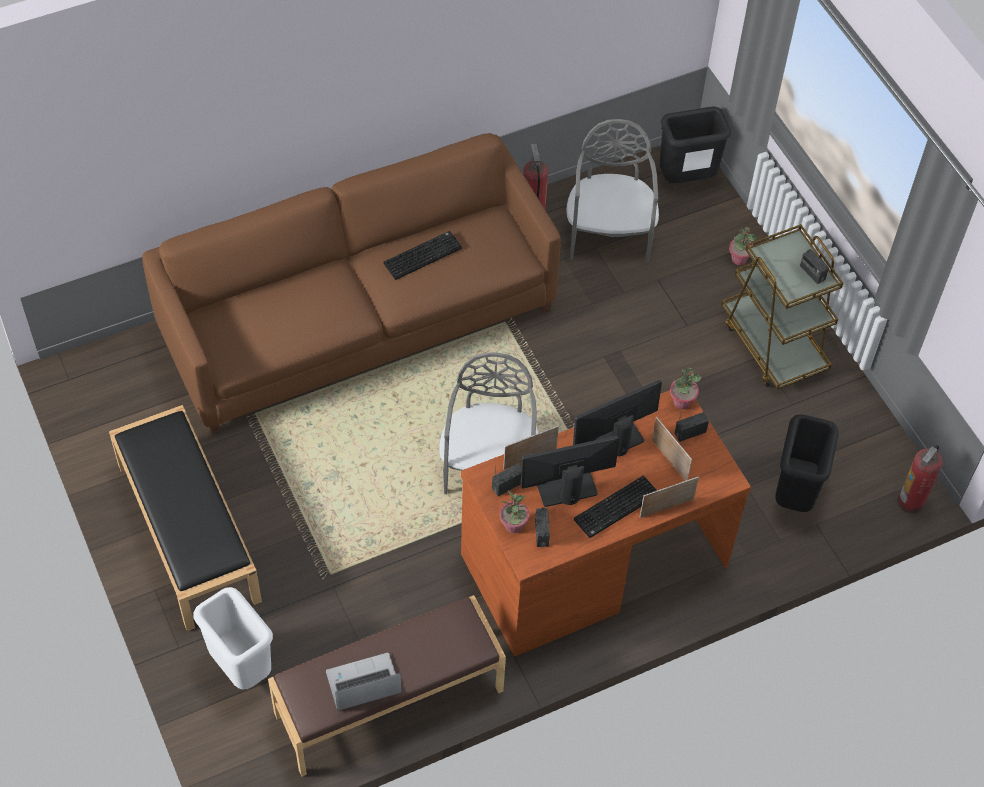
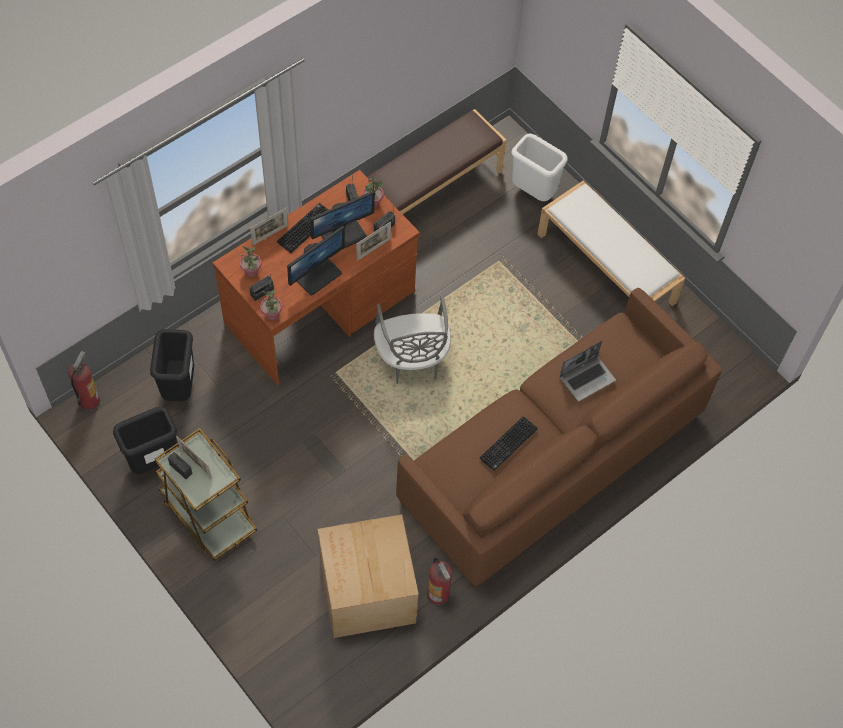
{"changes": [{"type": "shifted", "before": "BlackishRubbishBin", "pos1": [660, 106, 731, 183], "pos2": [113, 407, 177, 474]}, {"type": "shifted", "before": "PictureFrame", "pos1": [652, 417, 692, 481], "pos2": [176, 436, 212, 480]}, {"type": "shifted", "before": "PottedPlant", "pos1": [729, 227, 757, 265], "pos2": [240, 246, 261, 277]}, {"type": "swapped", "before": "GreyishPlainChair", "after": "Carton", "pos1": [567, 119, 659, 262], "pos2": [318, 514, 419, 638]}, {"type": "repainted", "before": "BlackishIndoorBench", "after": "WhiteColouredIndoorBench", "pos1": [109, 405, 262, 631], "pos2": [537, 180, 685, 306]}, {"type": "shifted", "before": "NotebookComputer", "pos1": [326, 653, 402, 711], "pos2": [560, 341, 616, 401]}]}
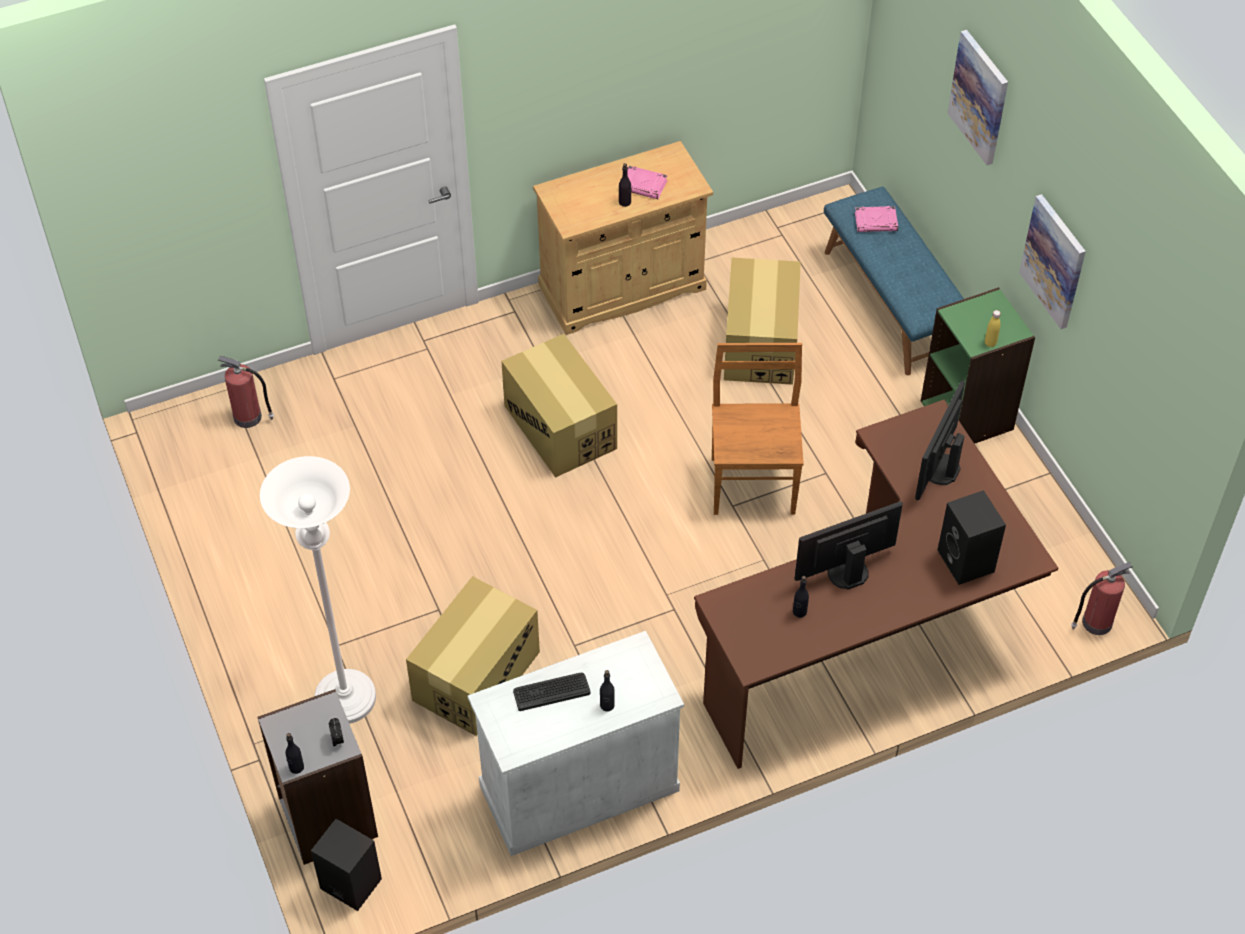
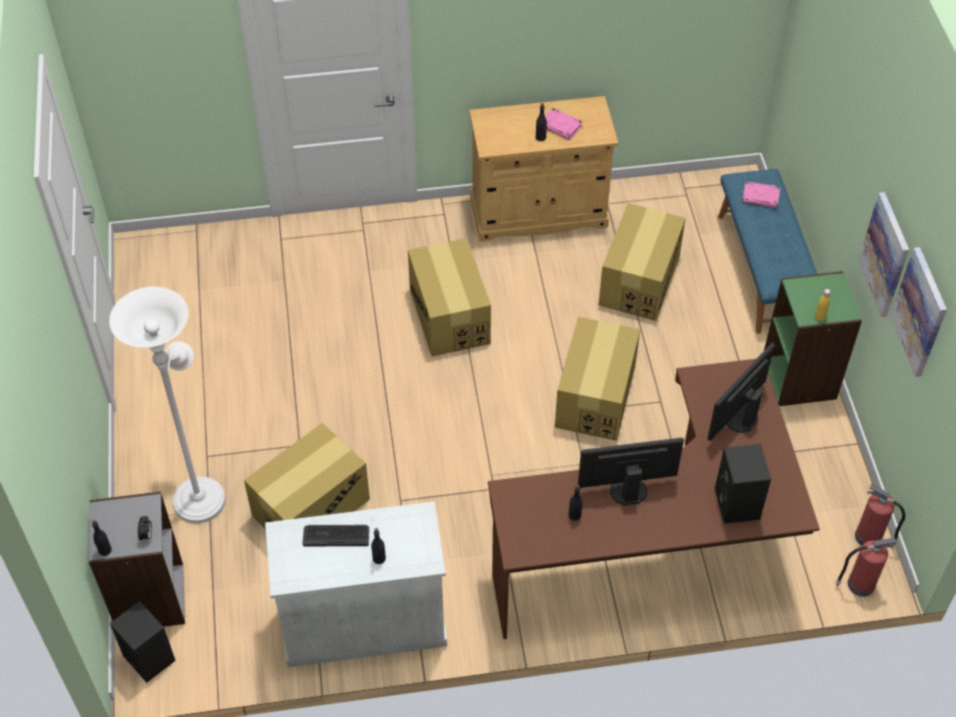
{"changes": [{"type": "swapped", "before": "BrownishPlainChair", "after": "Carton", "pos1": [712, 343, 804, 515], "pos2": [555, 317, 640, 441]}, {"type": "shifted", "before": "FireFightingCylinder", "pos1": [218, 356, 274, 428], "pos2": [855, 484, 905, 546]}, {"type": "shifted", "before": "WallPicture", "pos1": [947, 30, 1008, 165], "pos2": [890, 247, 947, 377]}]}
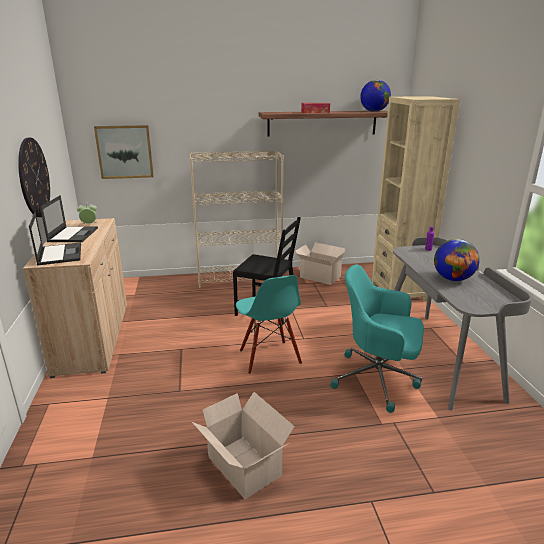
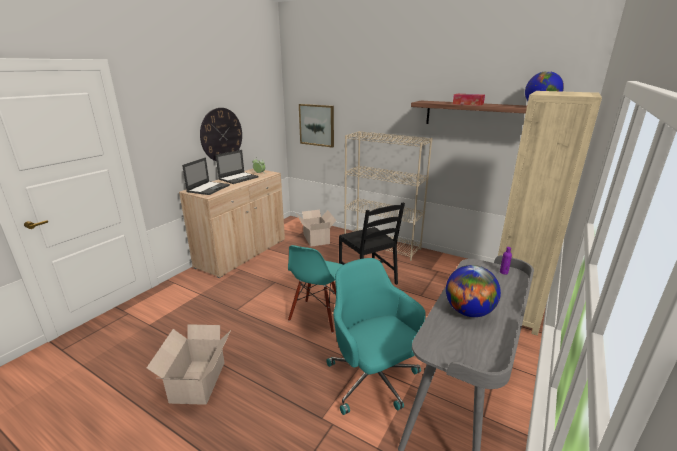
{"changes": [{"type": "shifted", "before": "Carton", "pos1": [296, 242, 346, 285], "pos2": [297, 210, 337, 247]}]}
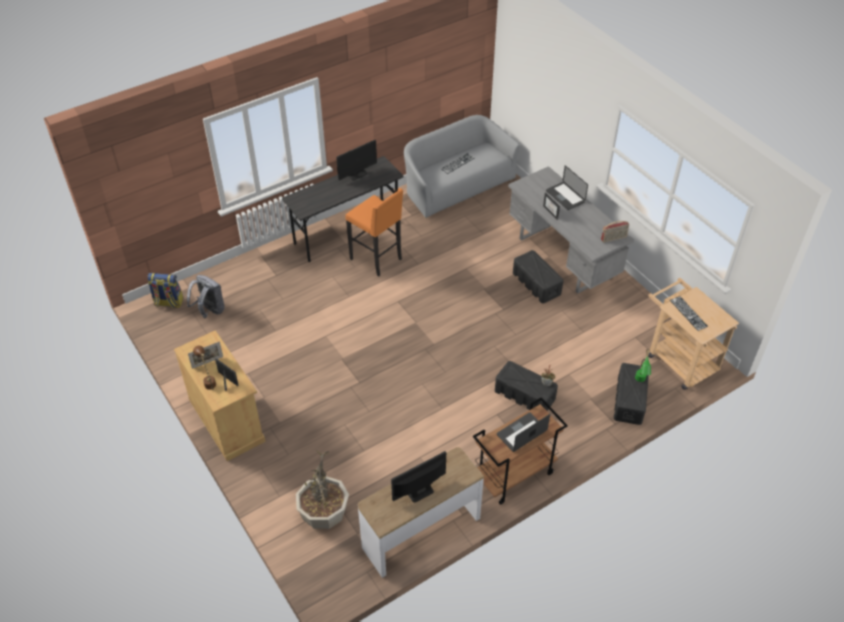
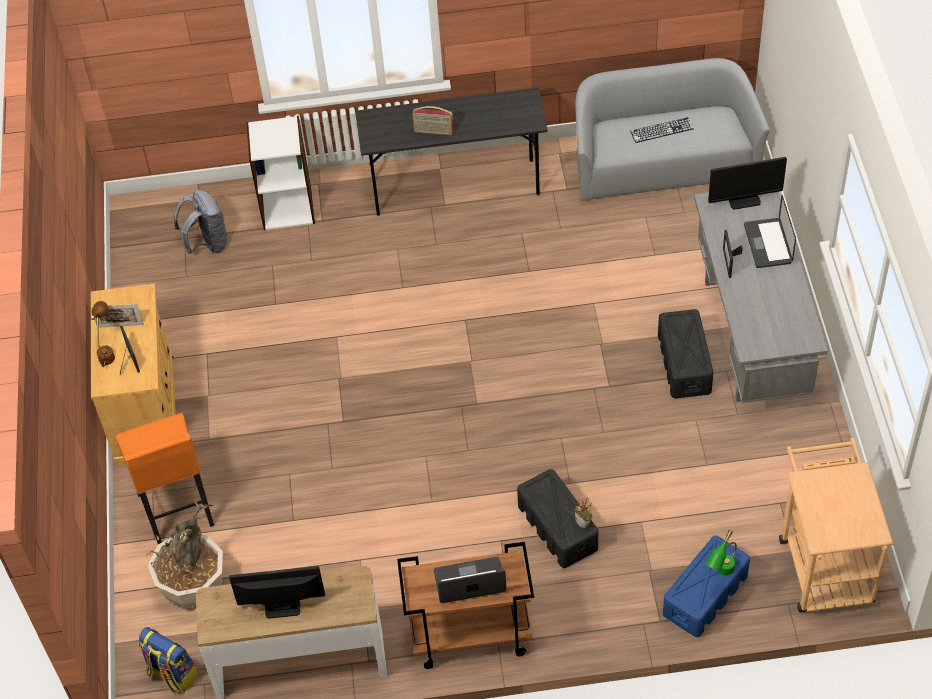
{"changes": [{"type": "shifted", "before": "OrangeSittingStool", "pos1": [345, 188, 403, 277], "pos2": [115, 413, 214, 544]}, {"type": "shifted", "before": "Rucksack", "pos1": [148, 273, 183, 309], "pos2": [138, 627, 198, 693]}, {"type": "new", "after": "WhiteColouredShelvingUnit", "pos2": [246, 116, 315, 230]}, {"type": "shifted", "before": "Radio", "pos1": [601, 221, 629, 243], "pos2": [412, 106, 454, 135]}, {"type": "repainted", "before": "BlackishStorageContainer", "after": "BlueColouredStorageContainer", "pos1": [614, 363, 649, 425], "pos2": [663, 536, 750, 637]}, {"type": "shifted", "before": "Monitor", "pos1": [336, 140, 377, 180], "pos2": [708, 157, 787, 210]}, {"type": "gone", "before": "ComputerKeyboard", "pos1": [670, 296, 708, 331]}]}
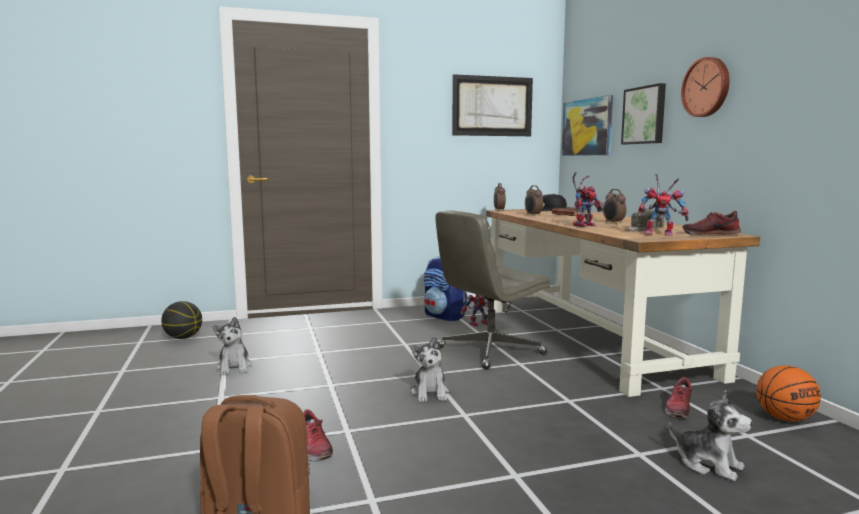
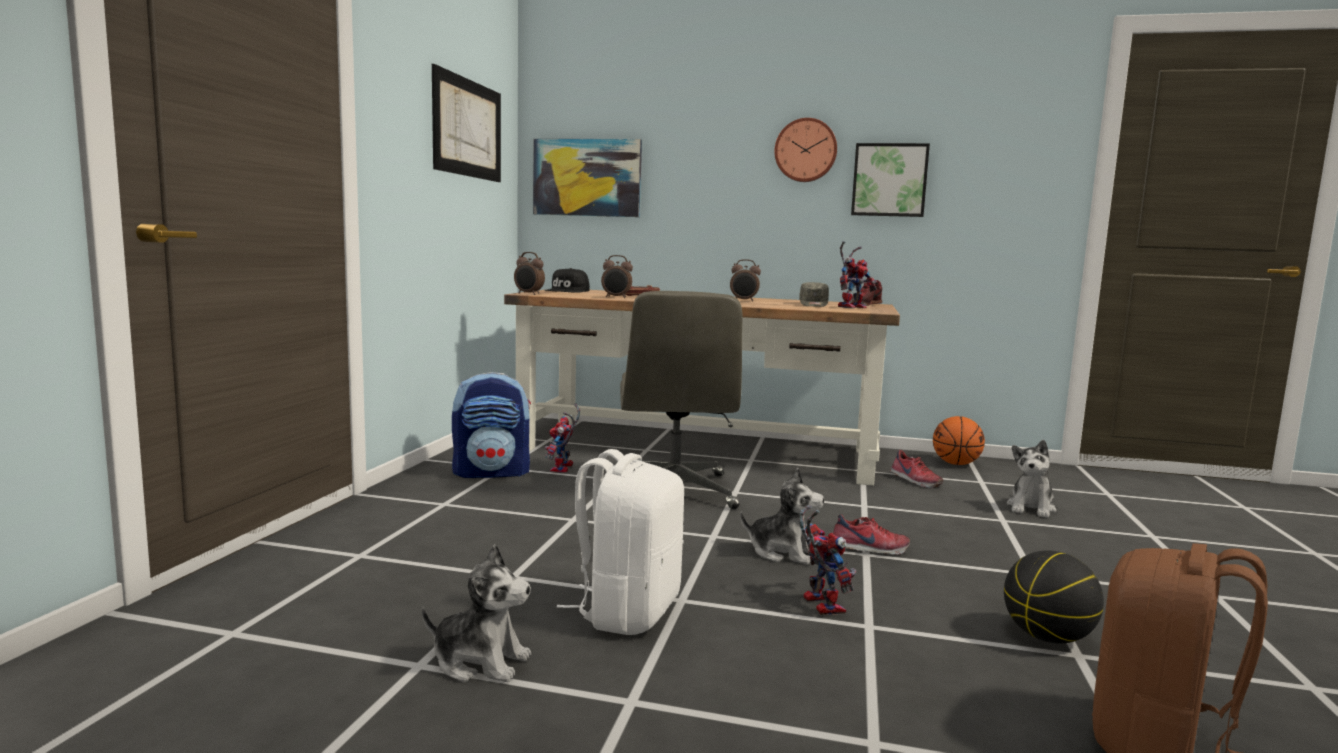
{"changes": [{"type": "new", "after": "WhiteColouredRucksack", "pos2": [557, 449, 684, 635]}, {"type": "shifted", "before": "ToyRobot", "pos1": [573, 172, 603, 227], "pos2": [799, 505, 856, 615]}, {"type": "shifted", "before": "LowShoe", "pos1": [303, 409, 333, 462], "pos2": [833, 514, 910, 555]}, {"type": "shifted", "before": "WallPicture", "pos1": [621, 83, 666, 144], "pos2": [851, 143, 930, 217]}, {"type": "shifted", "before": "BasketballBall", "pos1": [161, 301, 202, 339], "pos2": [1004, 550, 1104, 644]}, {"type": "rotated", "before": "PlushToy", "pos1": [669, 390, 752, 481], "pos2": [1007, 440, 1057, 518], "turn": 135}]}
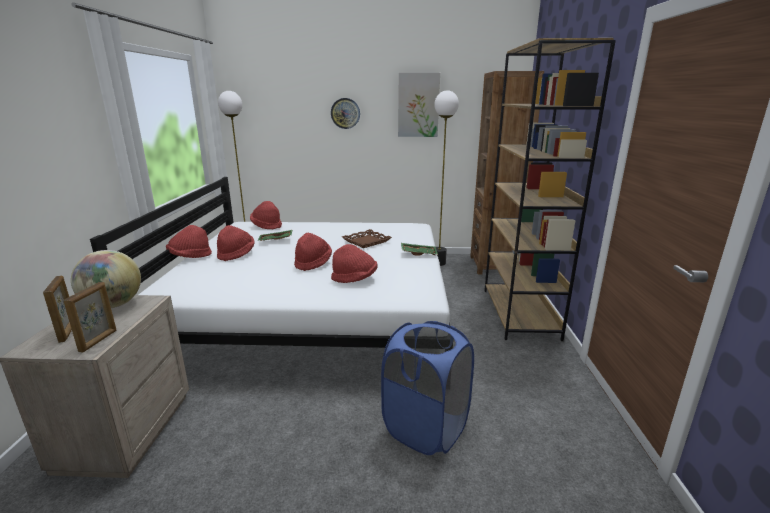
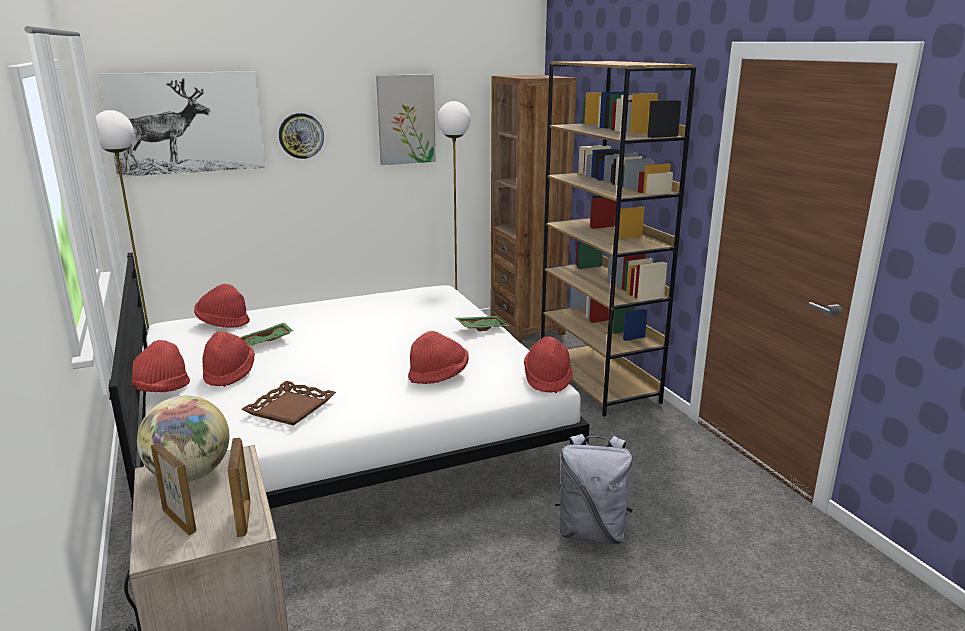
{"changes": [{"type": "new", "after": "WallPicture", "pos2": [99, 71, 266, 177]}, {"type": "shifted", "before": "BrownishTray", "pos1": [342, 229, 392, 248], "pos2": [241, 381, 336, 425]}, {"type": "shifted", "before": "RedClothingHat", "pos1": [294, 233, 332, 271], "pos2": [524, 336, 573, 393]}, {"type": "swapped", "before": "BlueColouredLaundryBasket", "after": "GreyishRucksack", "pos1": [381, 321, 474, 455], "pos2": [555, 434, 633, 544]}]}
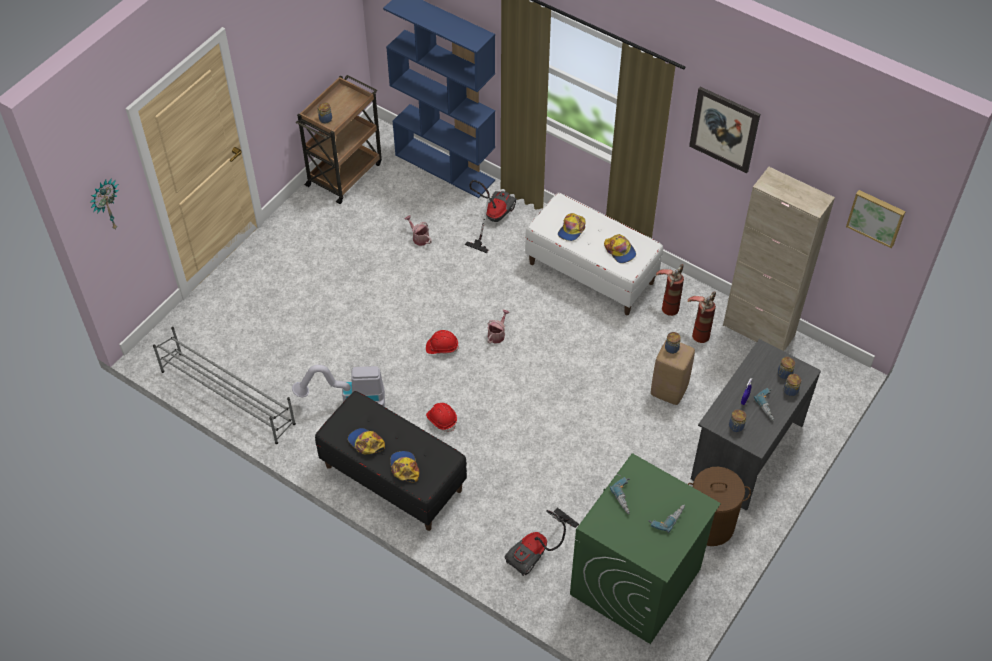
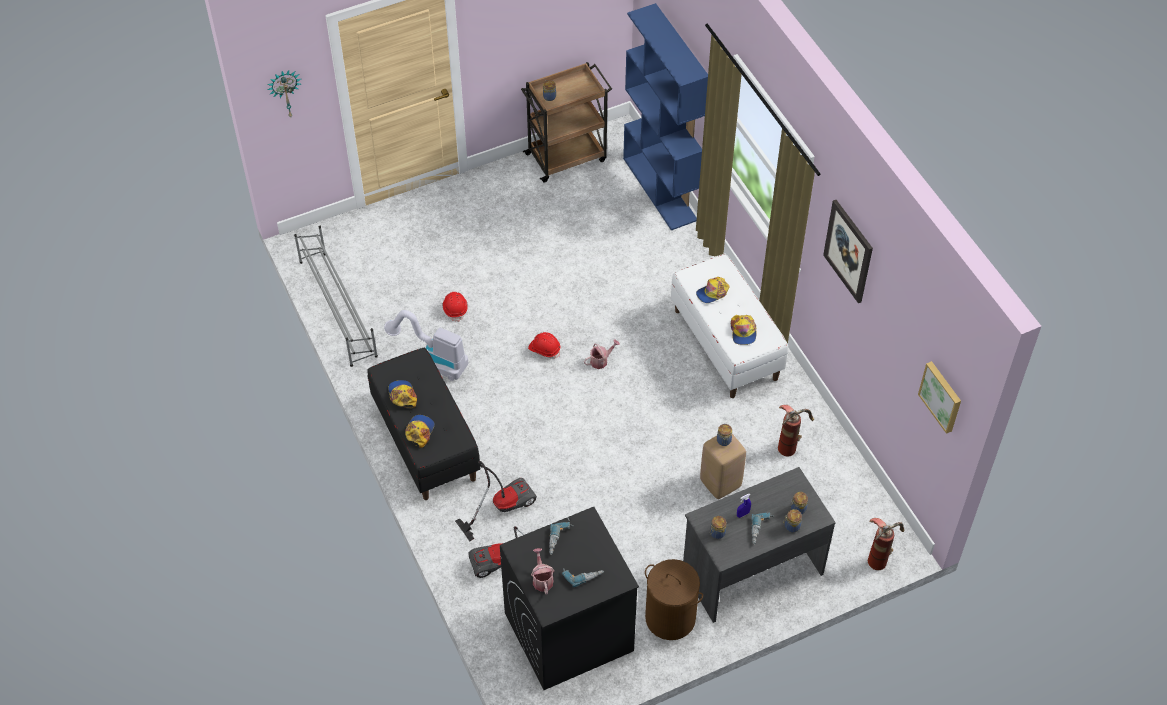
{"changes": [{"type": "shifted", "before": "RedSafetyHelmet", "pos1": [426, 403, 457, 432], "pos2": [443, 292, 468, 322]}, {"type": "shifted", "before": "VacuumCleaner", "pos1": [465, 180, 517, 253], "pos2": [455, 461, 537, 541]}, {"type": "repainted", "before": "GreenishLaundryAppliance", "after": "BlackishLaundryAppliance", "pos1": [570, 453, 721, 644], "pos2": [500, 507, 639, 690]}, {"type": "shifted", "before": "SprinklingCan", "pos1": [405, 215, 432, 246], "pos2": [531, 548, 554, 595]}, {"type": "shifted", "before": "FireFightingCylinder", "pos1": [656, 264, 684, 316], "pos2": [868, 518, 904, 570]}, {"type": "gone", "before": "BeigeColouredCupboard", "pos1": [723, 167, 835, 351]}]}
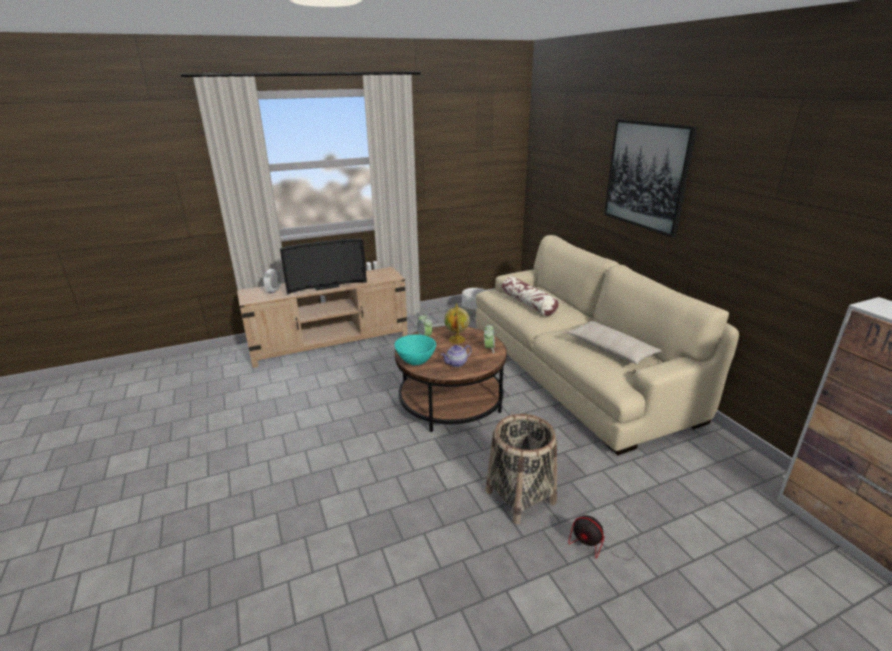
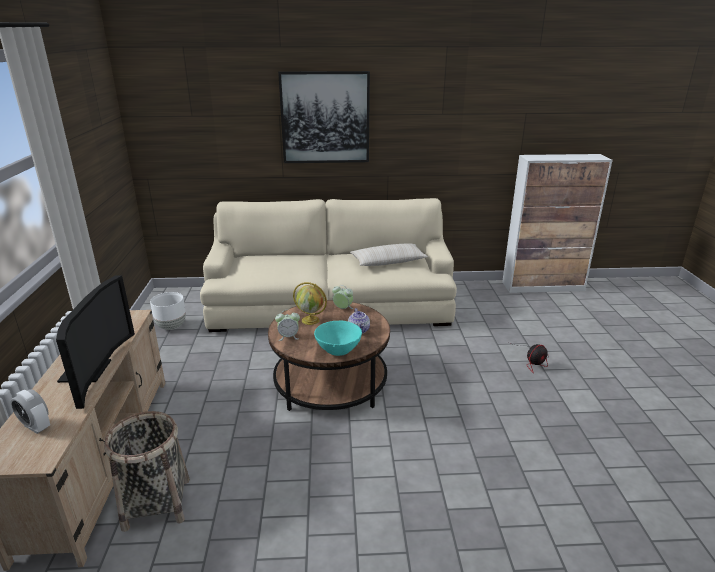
{"changes": [{"type": "shifted", "before": "Basket", "pos1": [485, 414, 557, 524], "pos2": [104, 411, 190, 532]}, {"type": "gone", "before": "ThrowPillow", "pos1": [502, 276, 559, 316]}]}
